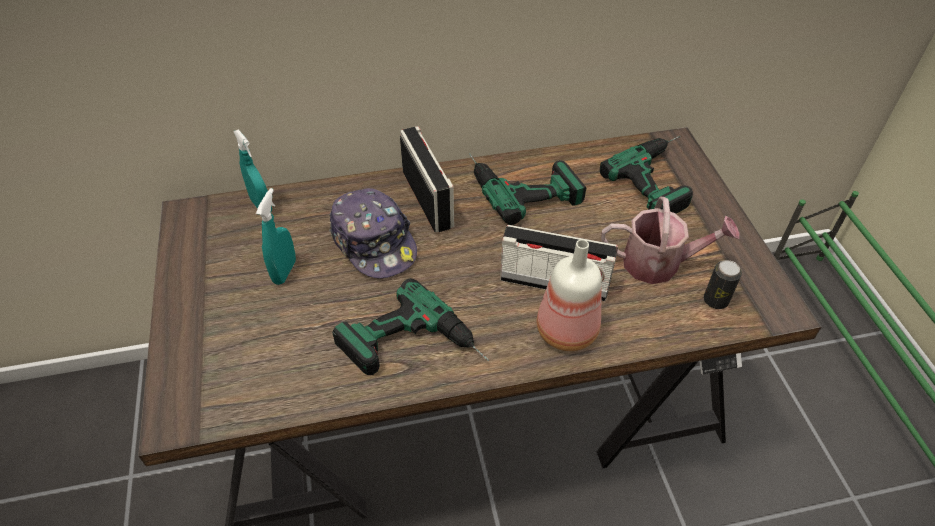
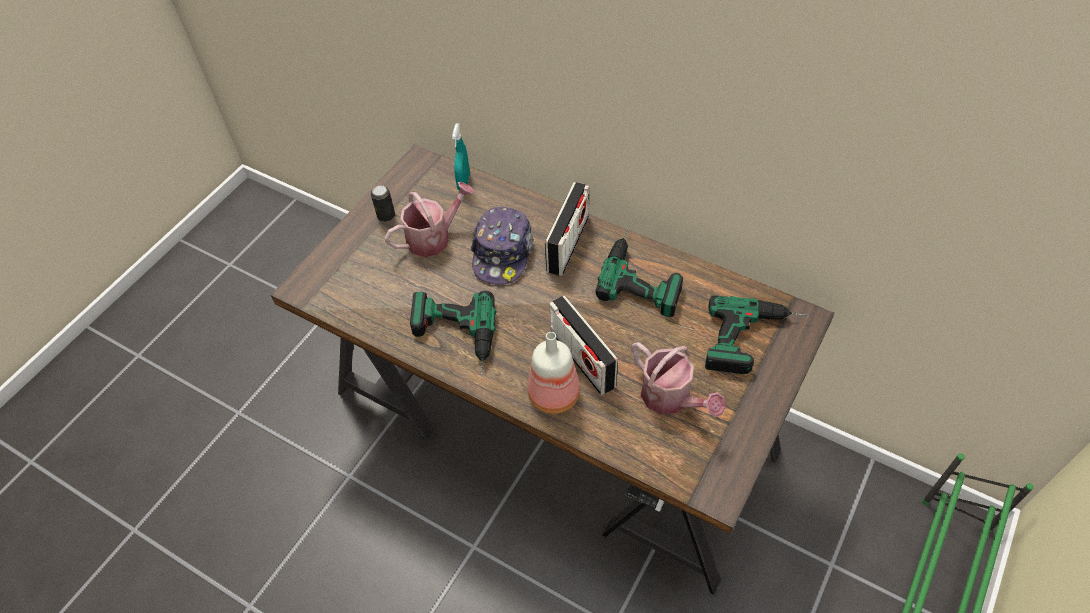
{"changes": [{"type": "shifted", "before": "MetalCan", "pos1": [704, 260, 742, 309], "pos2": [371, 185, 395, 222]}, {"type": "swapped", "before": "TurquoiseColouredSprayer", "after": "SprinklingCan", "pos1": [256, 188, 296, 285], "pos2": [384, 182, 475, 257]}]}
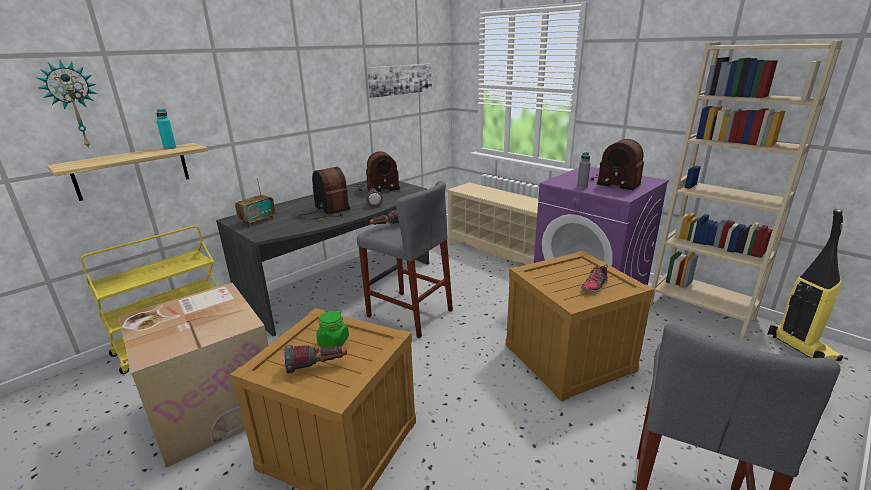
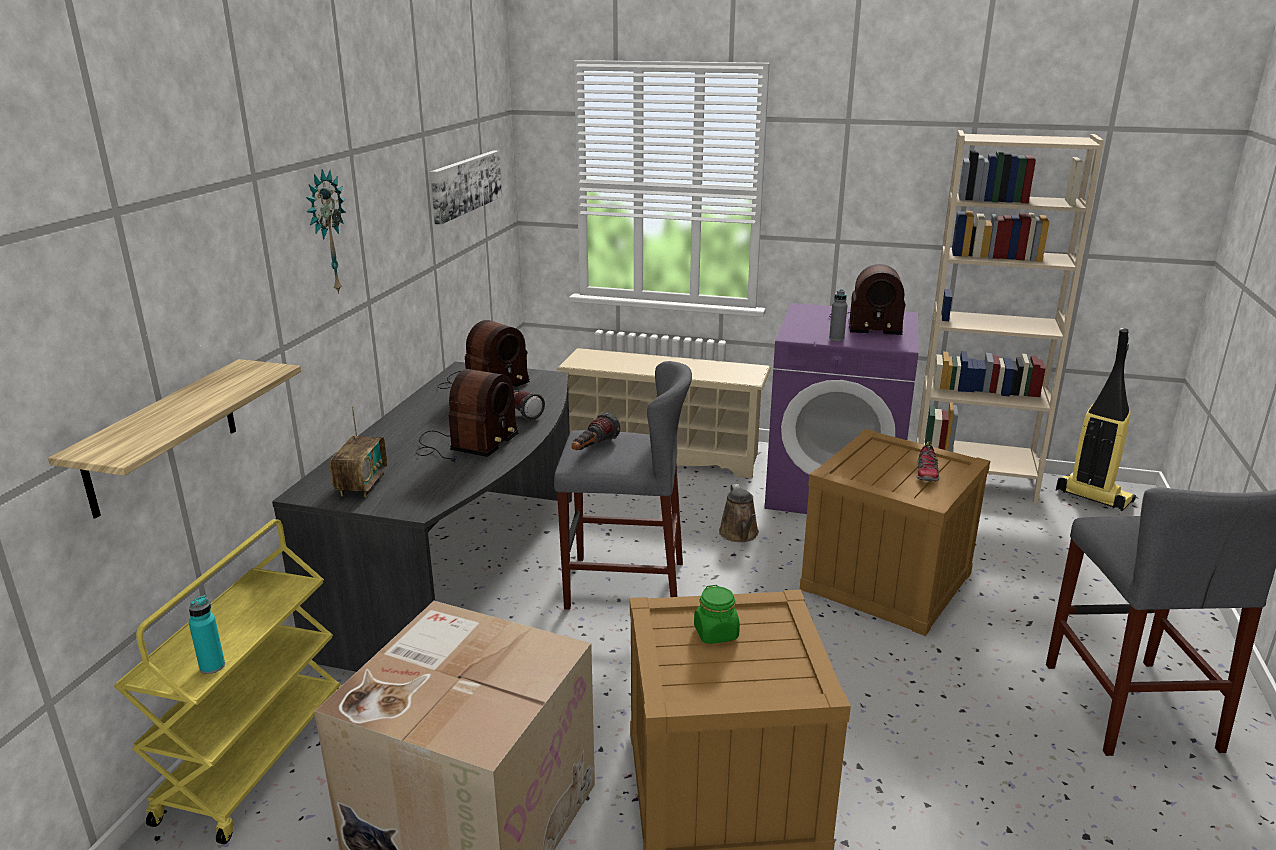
{"changes": [{"type": "shifted", "before": "TurquoiseColouredBeverageBottle", "pos1": [156, 109, 176, 149], "pos2": [189, 595, 225, 674]}, {"type": "shifted", "before": "ClockOnTheWall", "pos1": [37, 61, 98, 148], "pos2": [306, 169, 346, 294]}, {"type": "rotated", "before": "Radio", "pos1": [298, 167, 350, 221], "pos2": [416, 369, 519, 462], "turn": 90}, {"type": "new", "after": "BrownishSprinklingCan", "pos2": [719, 484, 759, 542]}, {"type": "gone", "before": "HandTorch", "pos1": [283, 345, 347, 374]}]}
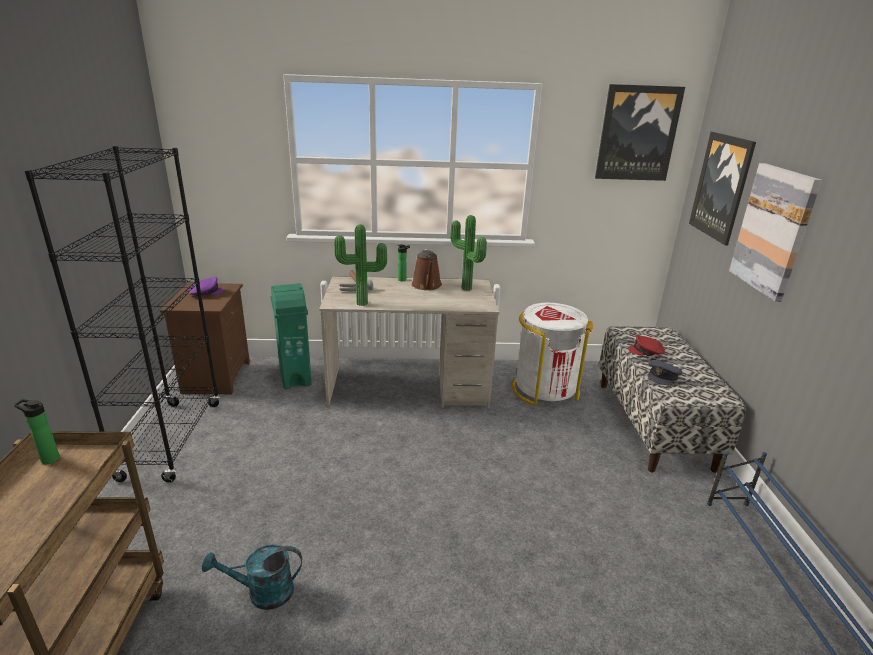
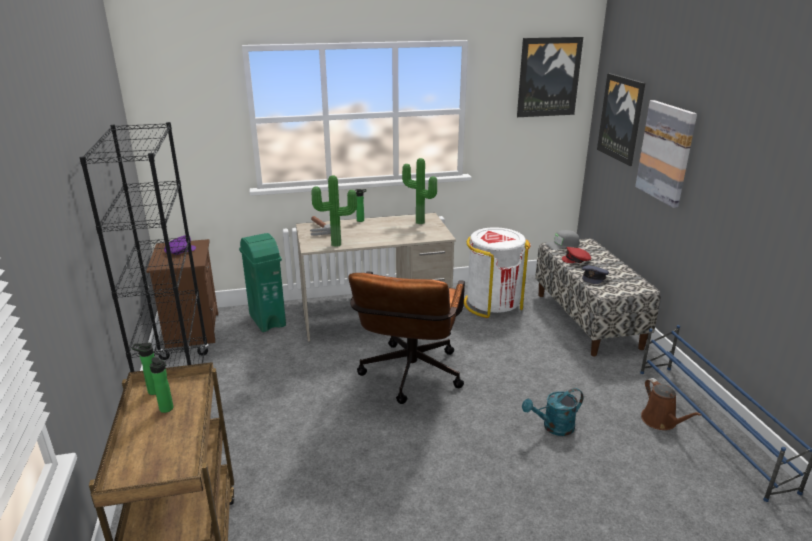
{"changes": [{"type": "new", "after": "BeverageBottle", "pos2": [150, 357, 173, 413]}, {"type": "new", "after": "BrownishOfficeChair", "pos2": [348, 271, 465, 404]}, {"type": "shifted", "before": "TurquoiseColouredSprinklingCan", "pos1": [202, 544, 302, 610], "pos2": [522, 388, 583, 436]}, {"type": "new", "after": "GreyishPeakedCap", "pos2": [545, 230, 580, 250]}, {"type": "shifted", "before": "BrownishSprinklingCan", "pos1": [412, 249, 442, 290], "pos2": [641, 378, 702, 430]}]}
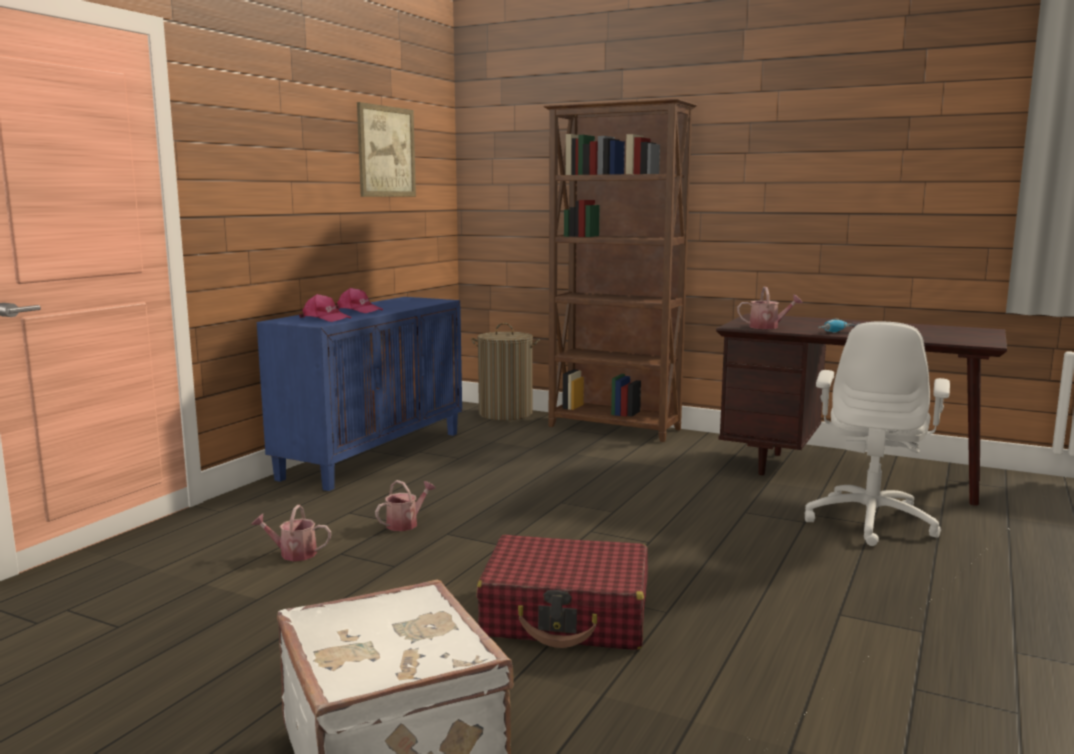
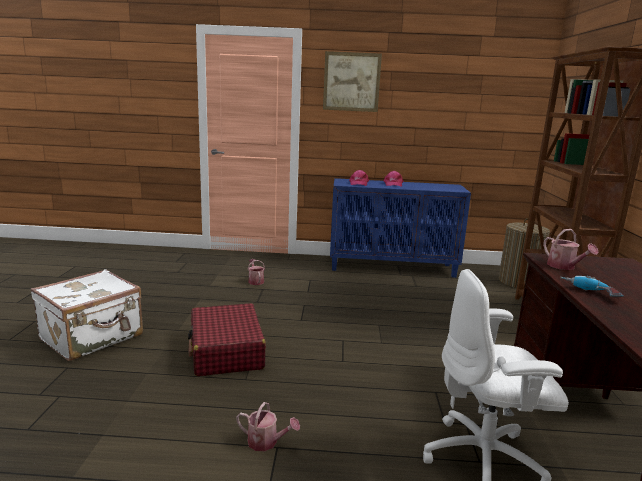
{"changes": [{"type": "shifted", "before": "SprinklingCan", "pos1": [375, 480, 436, 531], "pos2": [236, 402, 300, 451]}, {"type": "shifted", "before": "WallPicture", "pos1": [357, 102, 416, 197], "pos2": [323, 51, 382, 112]}]}
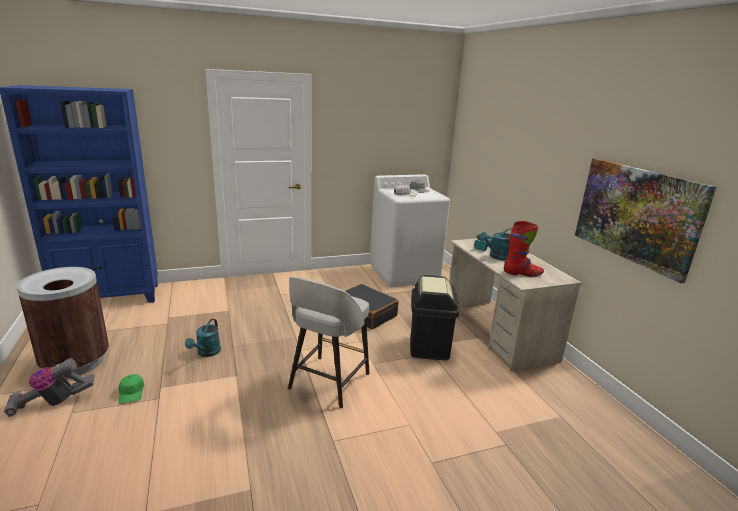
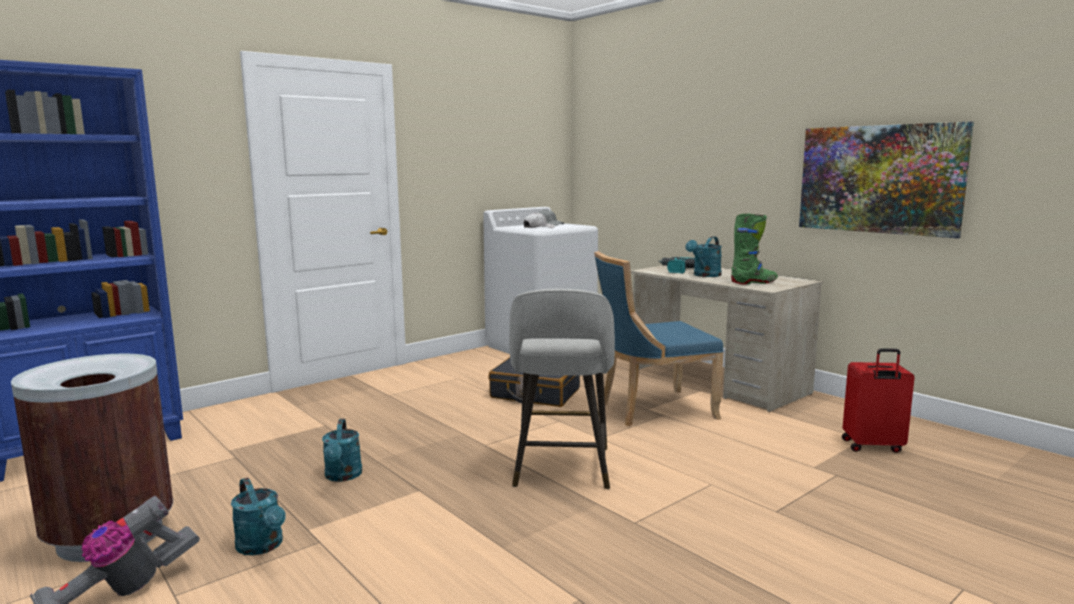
{"changes": [{"type": "swapped", "before": "GreenishPeakedCap", "after": "TurquoiseColouredSprinklingCan", "pos1": [119, 374, 144, 404], "pos2": [231, 477, 286, 555]}, {"type": "swapped", "before": "BlackishRubbishBin", "after": "BlueColouredPlainChair", "pos1": [410, 275, 459, 360], "pos2": [594, 251, 724, 426]}, {"type": "repainted", "before": "RedBoot", "after": "GreenishBoot", "pos1": [504, 221, 544, 277], "pos2": [731, 213, 778, 285]}, {"type": "new", "after": "RedPieceOfLuggage", "pos2": [842, 348, 915, 453]}]}
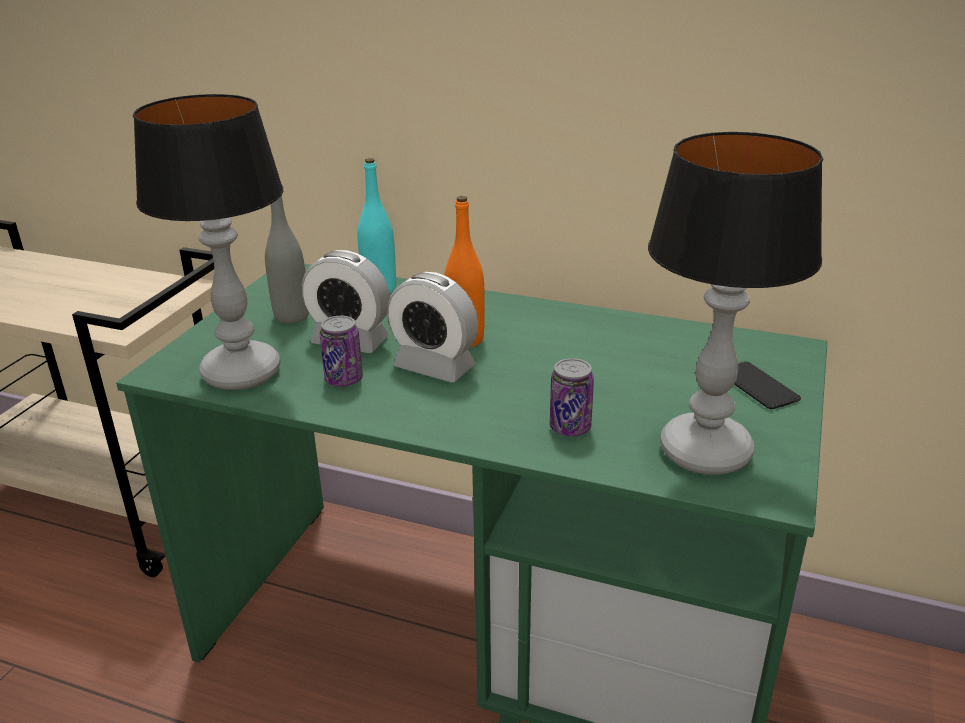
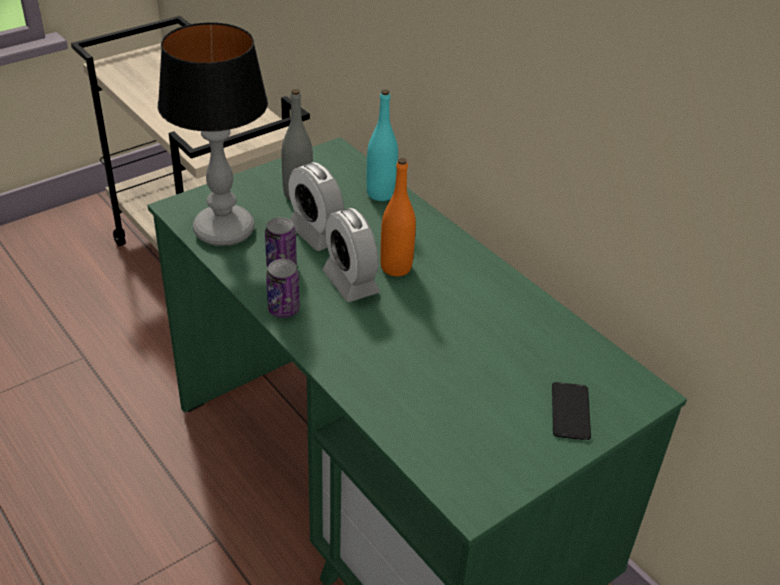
{"changes": [{"type": "shifted", "before": "MetalCan", "pos1": [550, 358, 594, 436], "pos2": [266, 259, 300, 318]}, {"type": "gone", "before": "TableLamp", "pos1": [648, 132, 823, 475]}]}
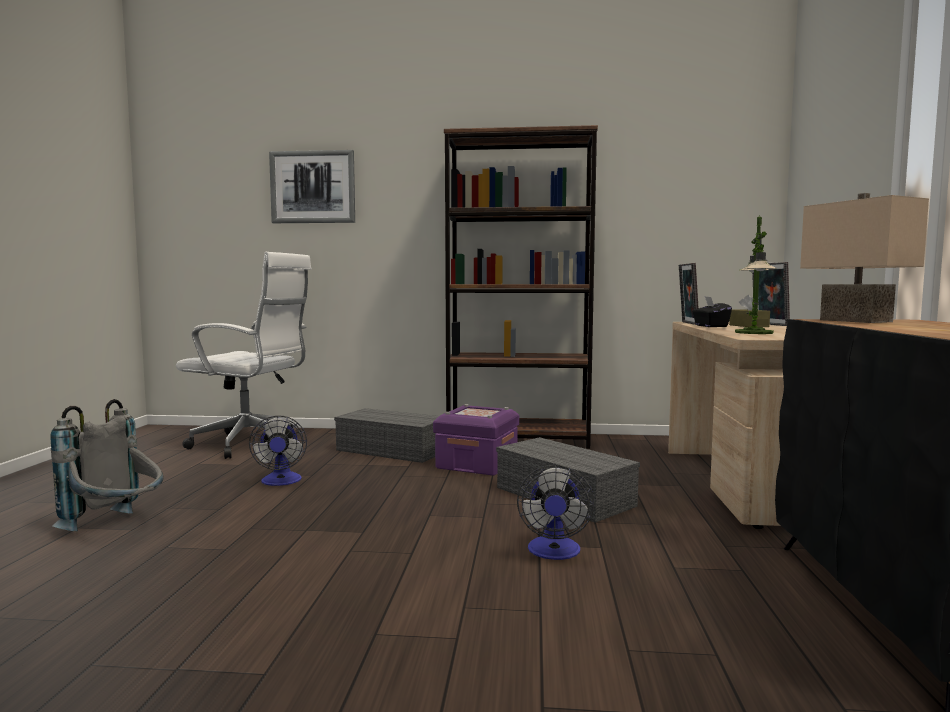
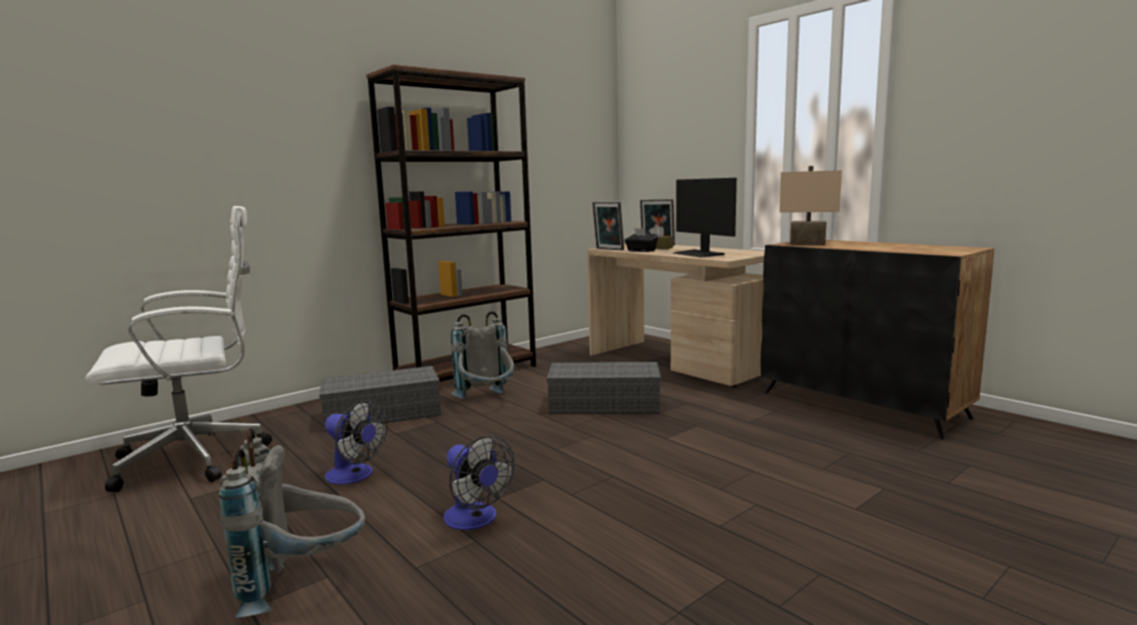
{"changes": [{"type": "shifted", "before": "ElectricFan", "pos1": [517, 465, 594, 560], "pos2": [444, 435, 515, 530]}, {"type": "swapped", "before": "PurpleStorageContainer", "after": "GreyishRucksack", "pos1": [433, 404, 519, 476], "pos2": [451, 311, 515, 399]}, {"type": "swapped", "before": "TableLamp", "after": "Monitor", "pos1": [735, 215, 776, 334], "pos2": [672, 178, 737, 258]}, {"type": "gone", "before": "WallPicture", "pos1": [269, 150, 355, 223]}]}
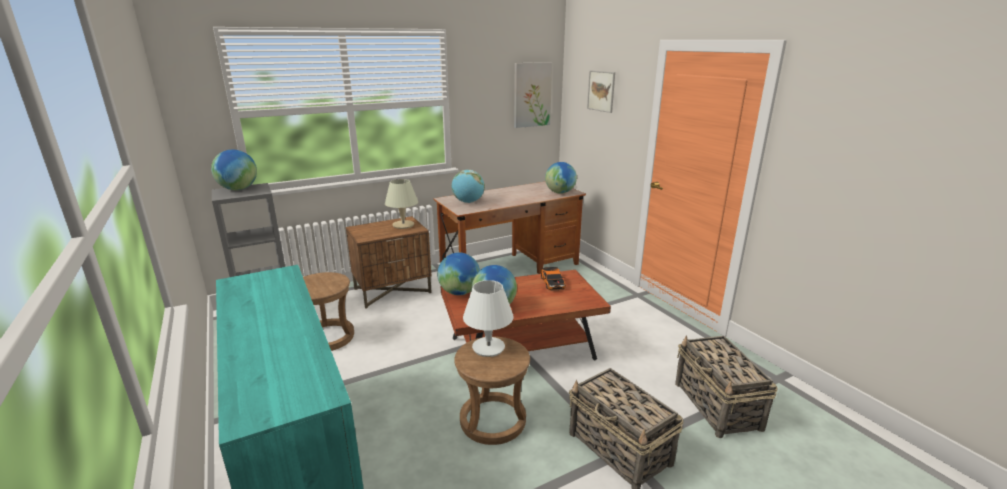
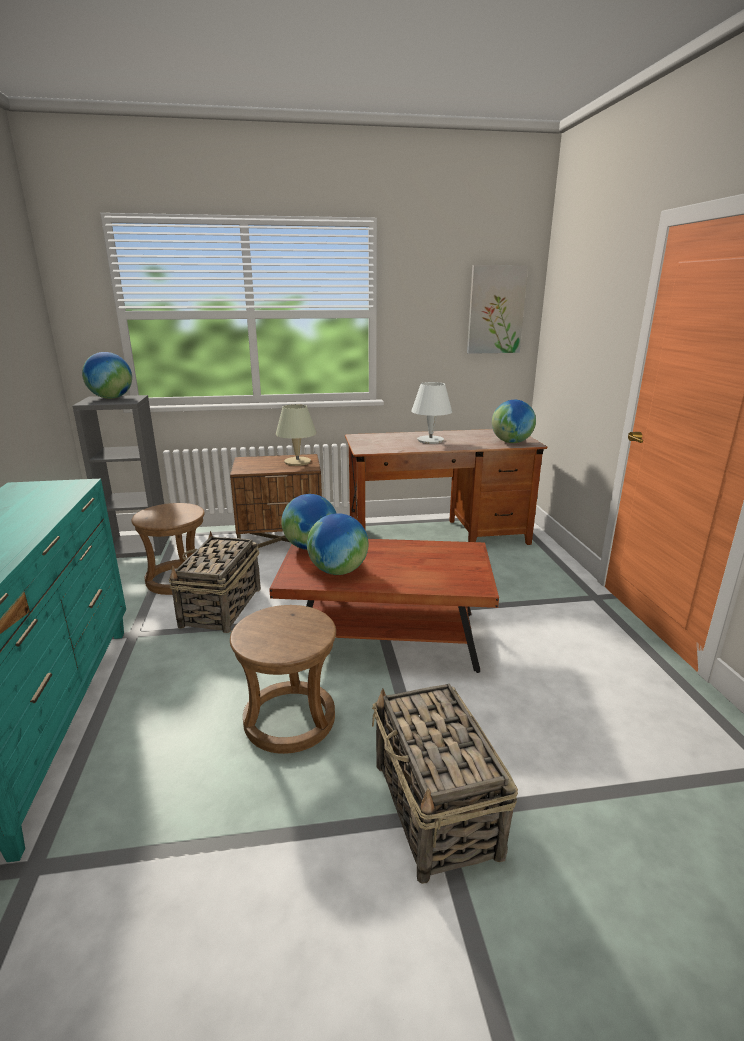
{"changes": [{"type": "shifted", "before": "Basket", "pos1": [675, 335, 777, 438], "pos2": [169, 531, 261, 633]}, {"type": "shifted", "before": "WhiteColouredTableLamp", "pos1": [463, 280, 514, 357], "pos2": [411, 382, 452, 444]}, {"type": "gone", "before": "WorldGlobe", "pos1": [451, 170, 485, 203]}, {"type": "gone", "before": "MiniatureCar", "pos1": [541, 267, 566, 291]}, {"type": "gone", "before": "WallPicture", "pos1": [587, 70, 615, 113]}]}
